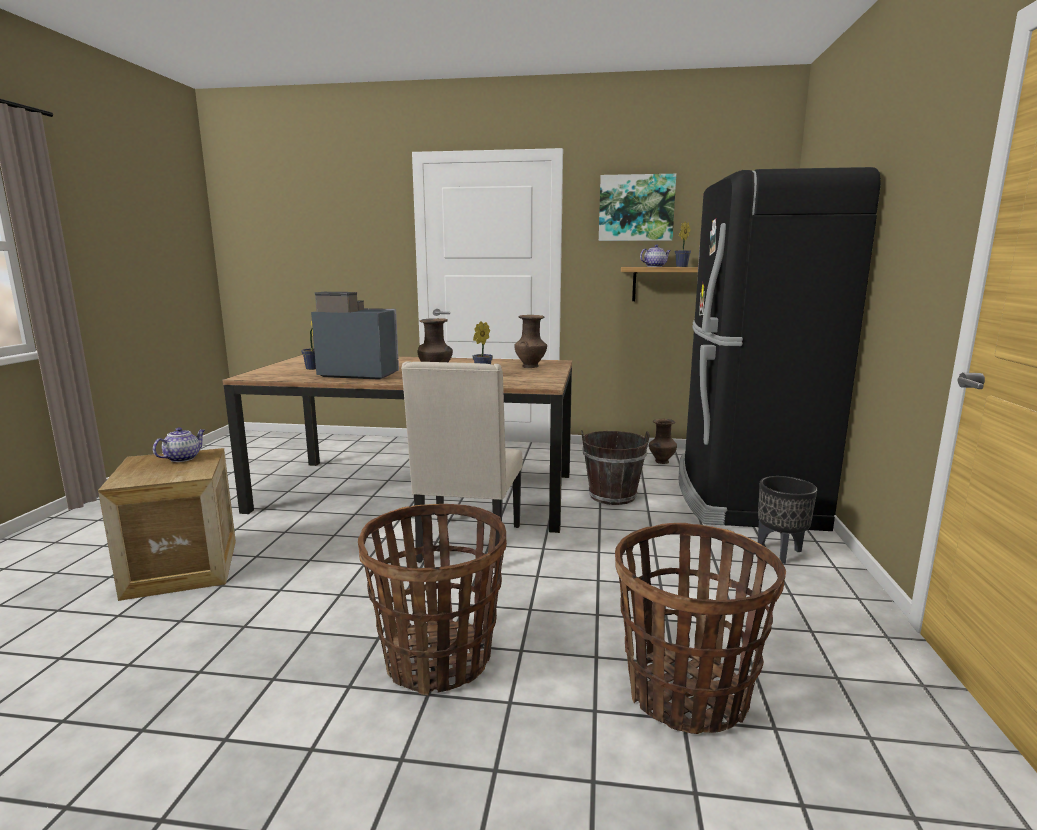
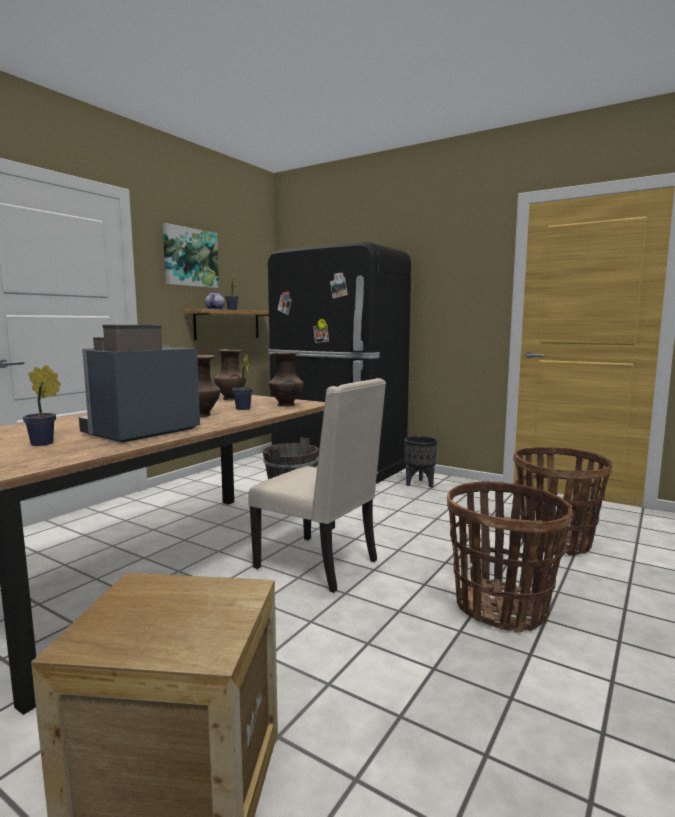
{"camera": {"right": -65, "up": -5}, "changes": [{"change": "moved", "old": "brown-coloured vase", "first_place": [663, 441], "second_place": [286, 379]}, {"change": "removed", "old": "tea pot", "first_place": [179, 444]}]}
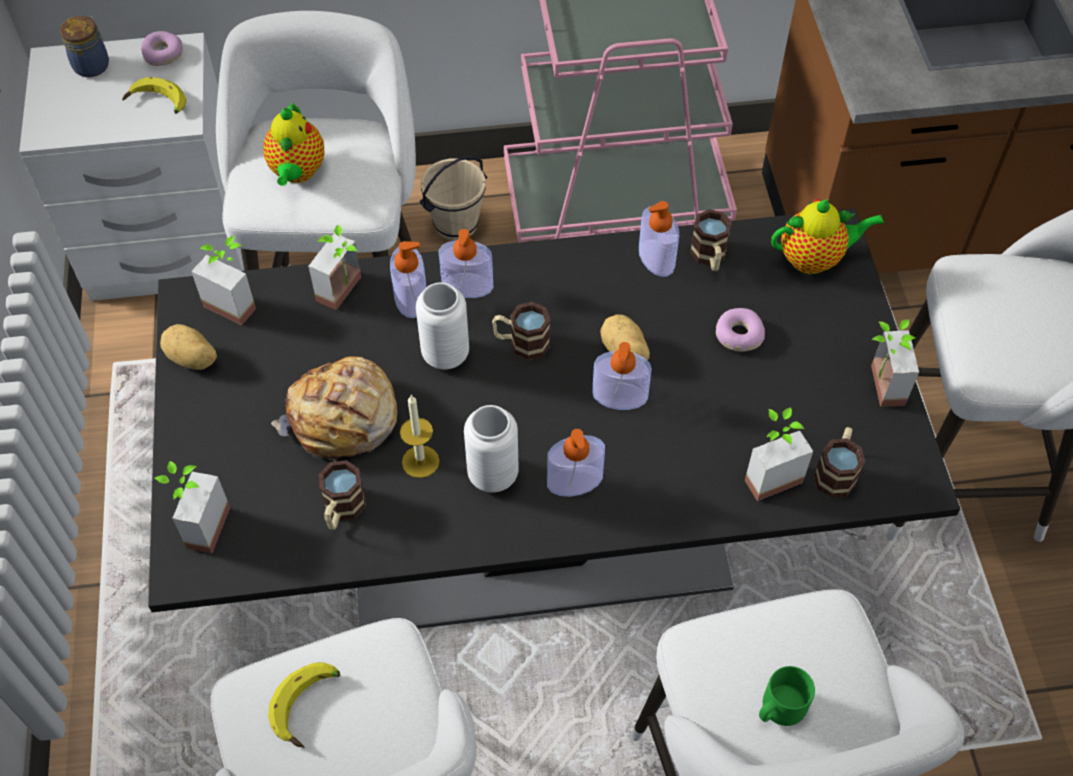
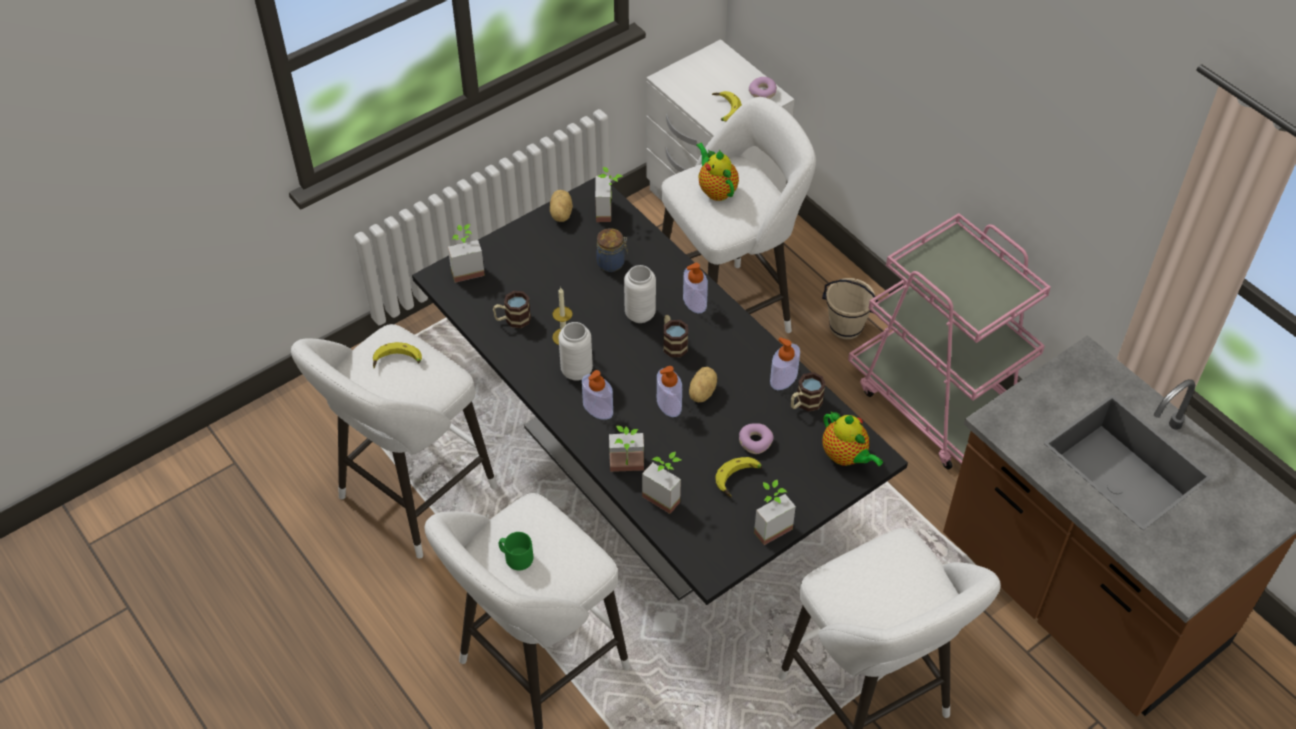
{"camera": {"right": 60, "up": -5}, "changes": [{"change": "moved", "old": "storage jar", "first_place": [84, 46], "second_place": [612, 250]}, {"change": "moved", "old": "plant in a pot", "first_place": [334, 267], "second_place": [626, 449]}, {"change": "turned", "old": "tea pot", "first_place": [294, 144], "second_place": [717, 171], "degrees": 90}, {"change": "added", "new": "whole banana", "second_place": [738, 477]}, {"change": "removed", "old": "bread", "first_place": [334, 409]}, {"change": "removed", "old": "soap bottle", "first_place": [408, 279]}, {"change": "removed", "old": "tea mug", "first_place": [839, 462]}]}
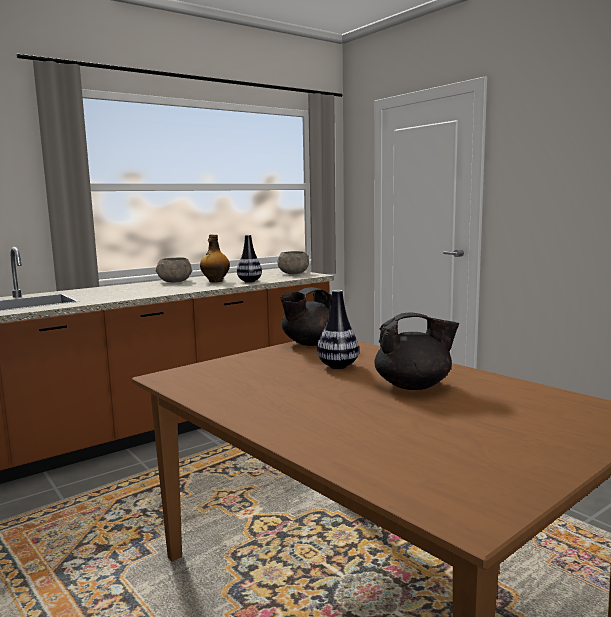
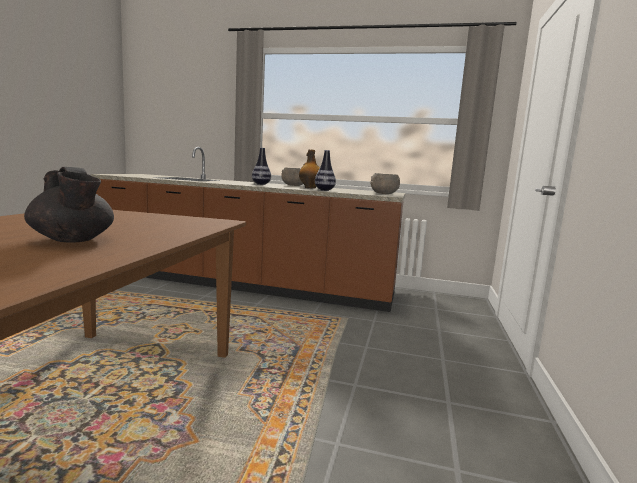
{"camera": {"right": 50, "up": 0}, "changes": [{"change": "moved", "old": "vase", "first_place": [338, 329], "second_place": [261, 166]}, {"change": "removed", "old": "black tea pot", "first_place": [306, 316]}]}
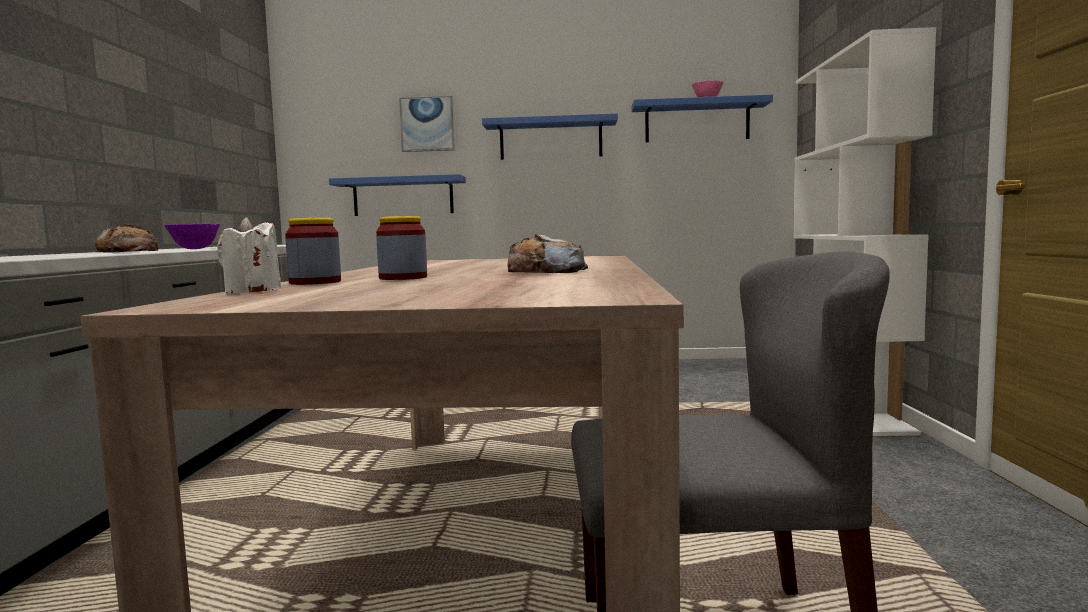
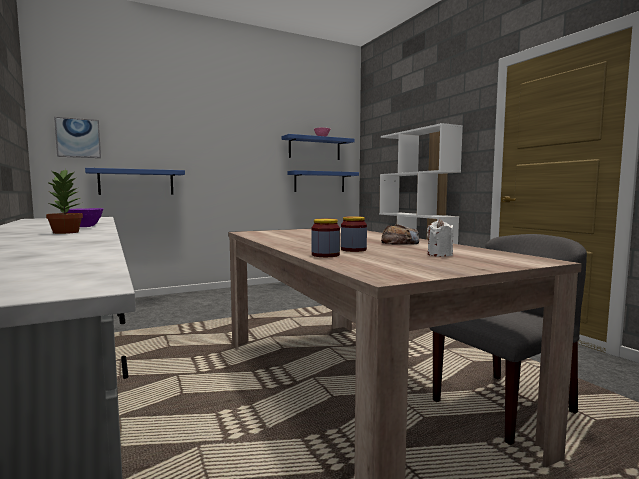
{"camera": {"right": -30, "up": 0}, "changes": [{"change": "replaced", "old": "bread", "new": "plant in a pot", "first_place": [125, 238], "second_place": [64, 201]}, {"change": "moved", "old": "wall picture", "first_place": [427, 124], "second_place": [77, 137]}, {"change": "moved", "old": "bluish wall shelf", "first_place": [550, 136], "second_place": [323, 181]}, {"change": "moved", "old": "whitish candle", "first_place": [249, 255], "second_place": [440, 237]}]}
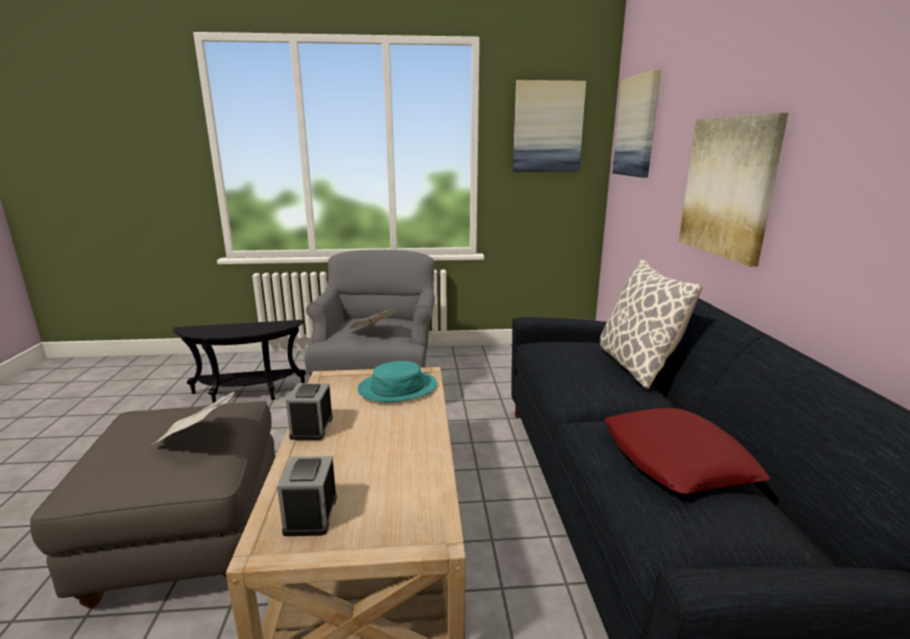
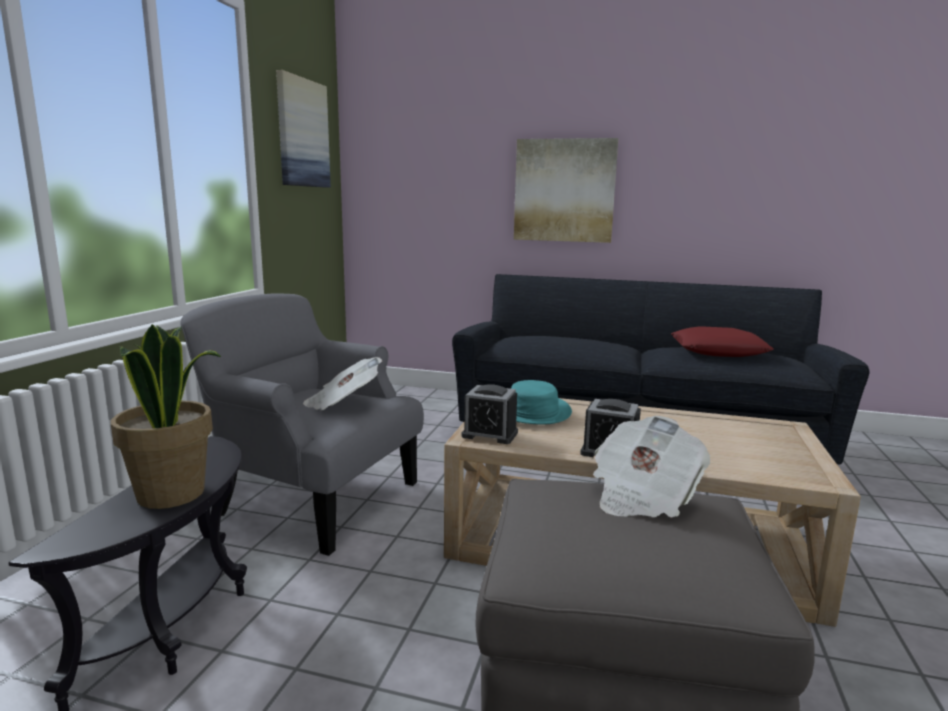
{"camera": {"right": -70, "up": -5}, "changes": [{"change": "added", "new": "plant in a pot", "second_place": [166, 416]}, {"change": "moved", "old": "table clock", "first_place": [307, 496], "second_place": [490, 414]}, {"change": "removed", "old": "cushion", "first_place": [651, 324]}, {"change": "removed", "old": "wall picture", "first_place": [636, 124]}]}
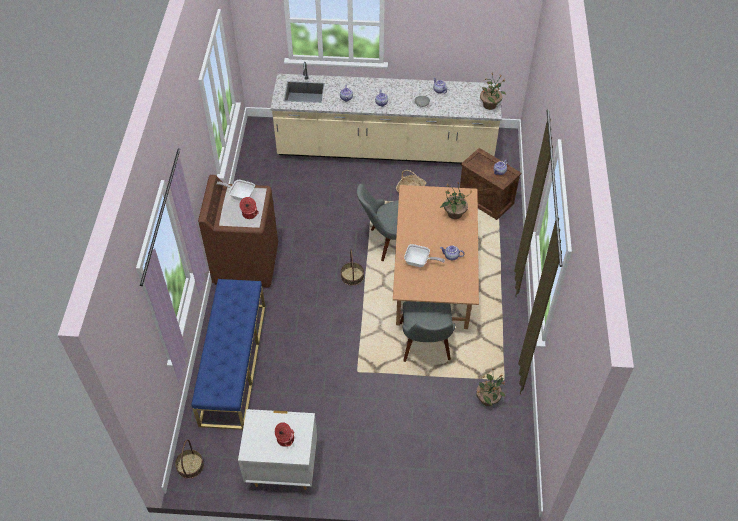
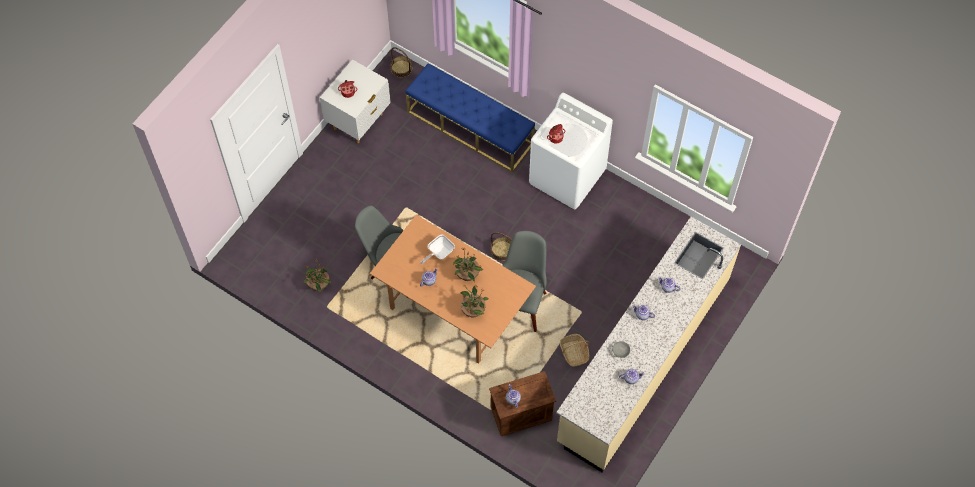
{"camera": {"right": 120, "up": 10}, "changes": [{"change": "moved", "old": "plant in a pot", "first_place": [493, 91], "second_place": [468, 265]}, {"change": "recoloured", "old": "brown-coloured laundry machine", "new": "whitish laundry machine", "first_place": [238, 231], "second_place": [571, 151]}, {"change": "removed", "old": "frying pan", "first_place": [235, 190]}]}
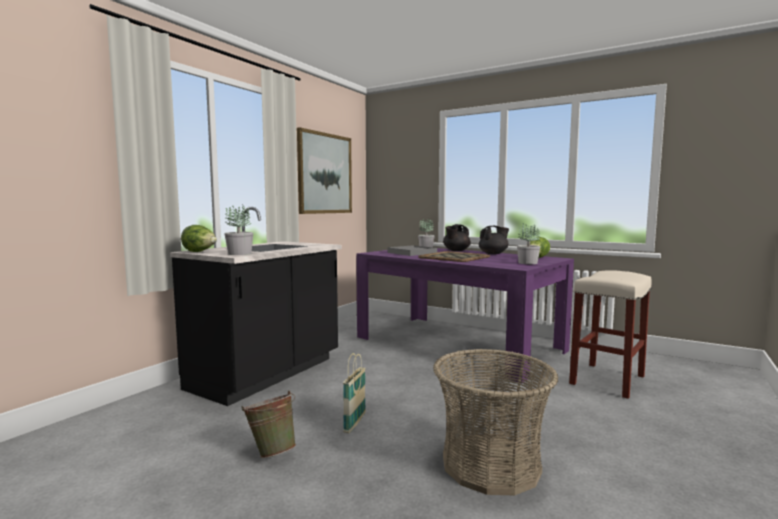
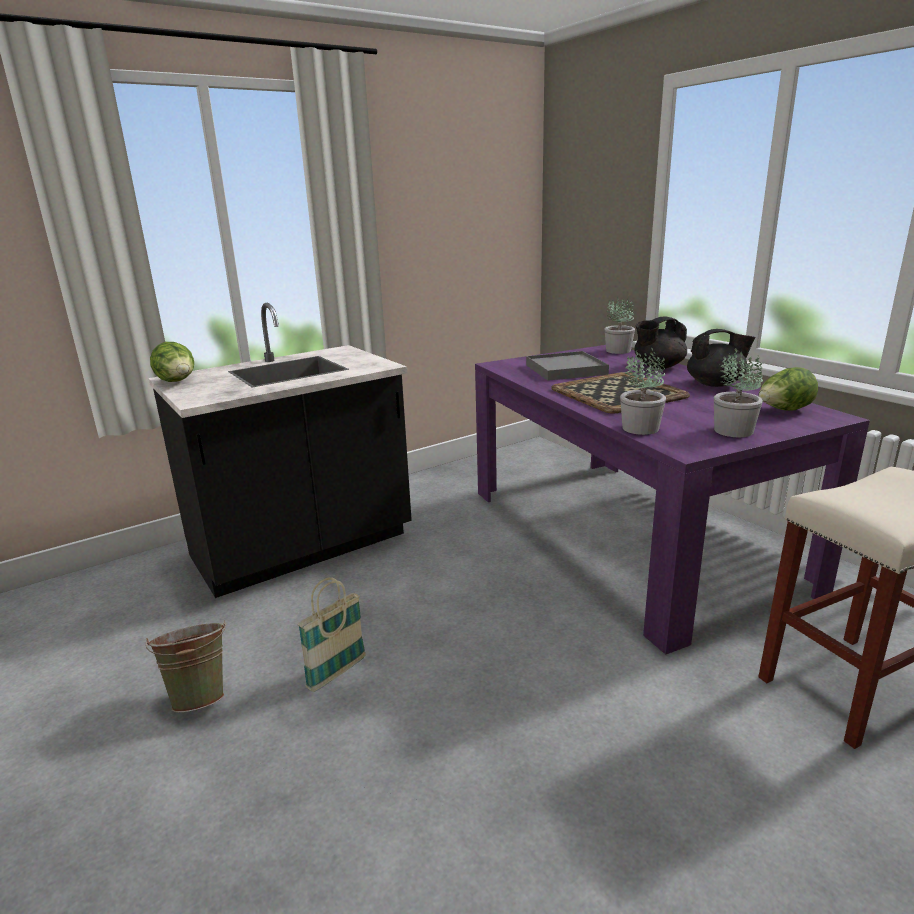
{"camera": {"right": 25, "up": 15}, "changes": [{"change": "moved", "old": "plant in a pot", "first_place": [239, 229], "second_place": [643, 391]}, {"change": "removed", "old": "wall picture", "first_place": [324, 170]}, {"change": "removed", "old": "household basket", "first_place": [496, 422]}]}
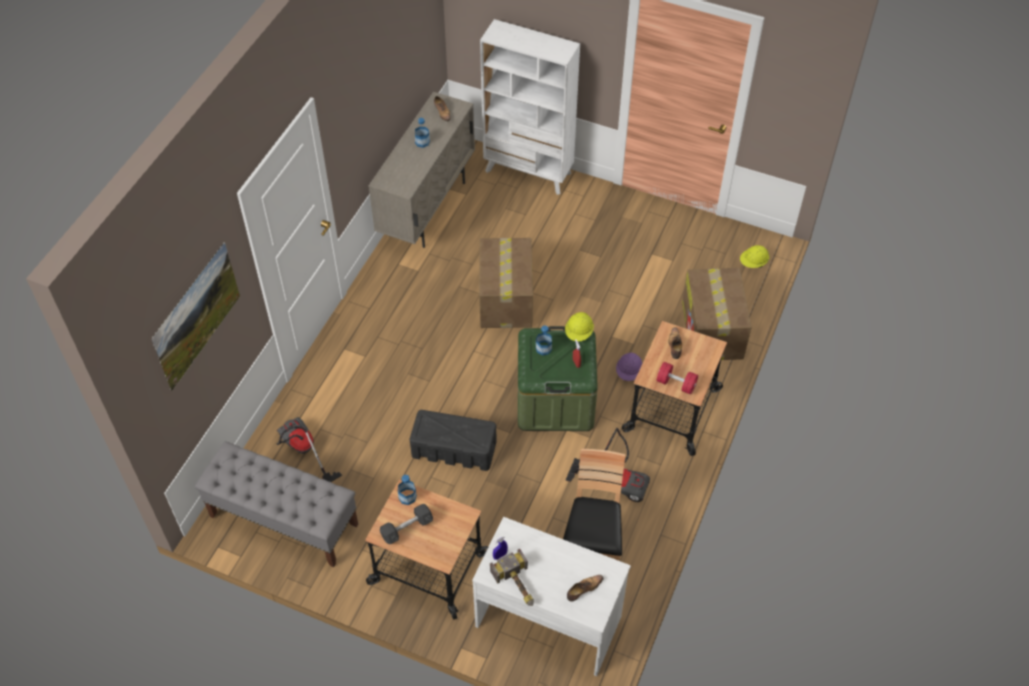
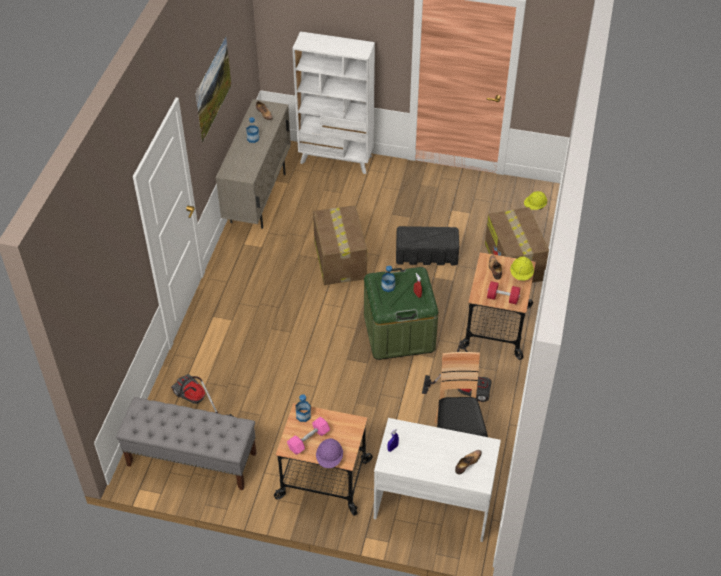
{"camera": {"right": -10, "up": -5}, "changes": [{"change": "moved", "old": "wall picture", "first_place": [195, 316], "second_place": [213, 89]}, {"change": "recoloured", "old": "gray free weight", "new": "pink-coloured free weight", "first_place": [406, 524], "second_place": [308, 436]}, {"change": "moved", "old": "purple-coloured safety helmet", "first_place": [629, 367], "second_place": [329, 453]}, {"change": "moved", "old": "black storage box", "first_place": [453, 440], "second_place": [427, 246]}, {"change": "moved", "old": "yellow-coloured safety helmet", "first_place": [579, 327], "second_place": [522, 269]}, {"change": "removed", "old": "tool hammer", "first_place": [512, 577]}]}
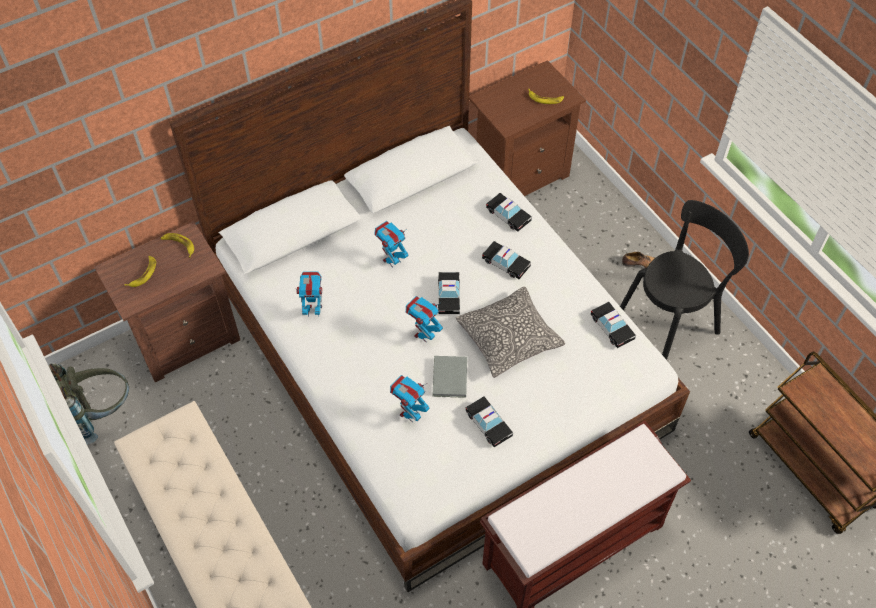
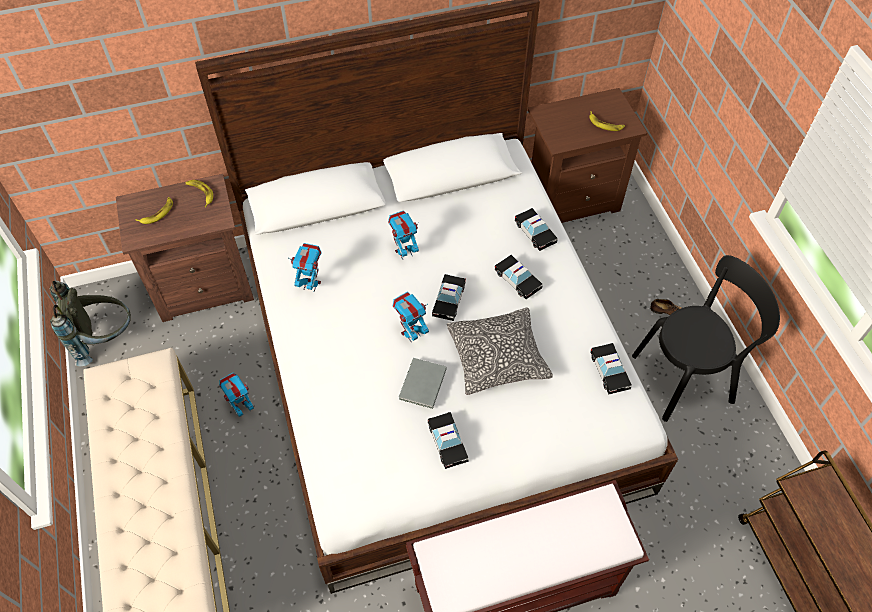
{"camera": {"right": 15, "up": 0}, "changes": [{"change": "moved", "old": "robot figure", "first_place": [410, 398], "second_place": [236, 395]}]}
